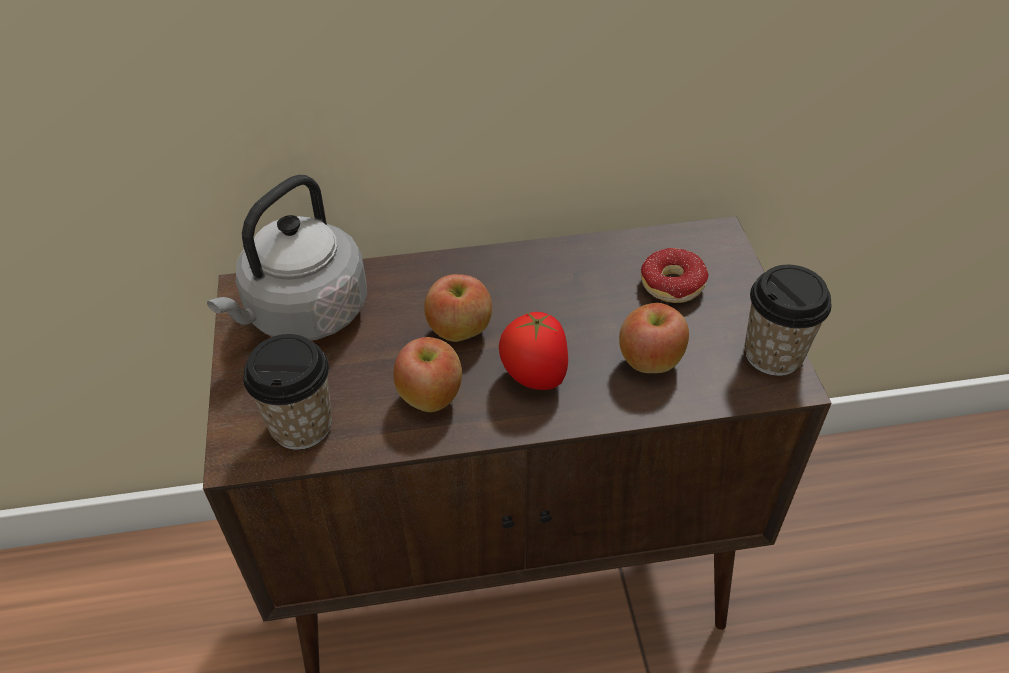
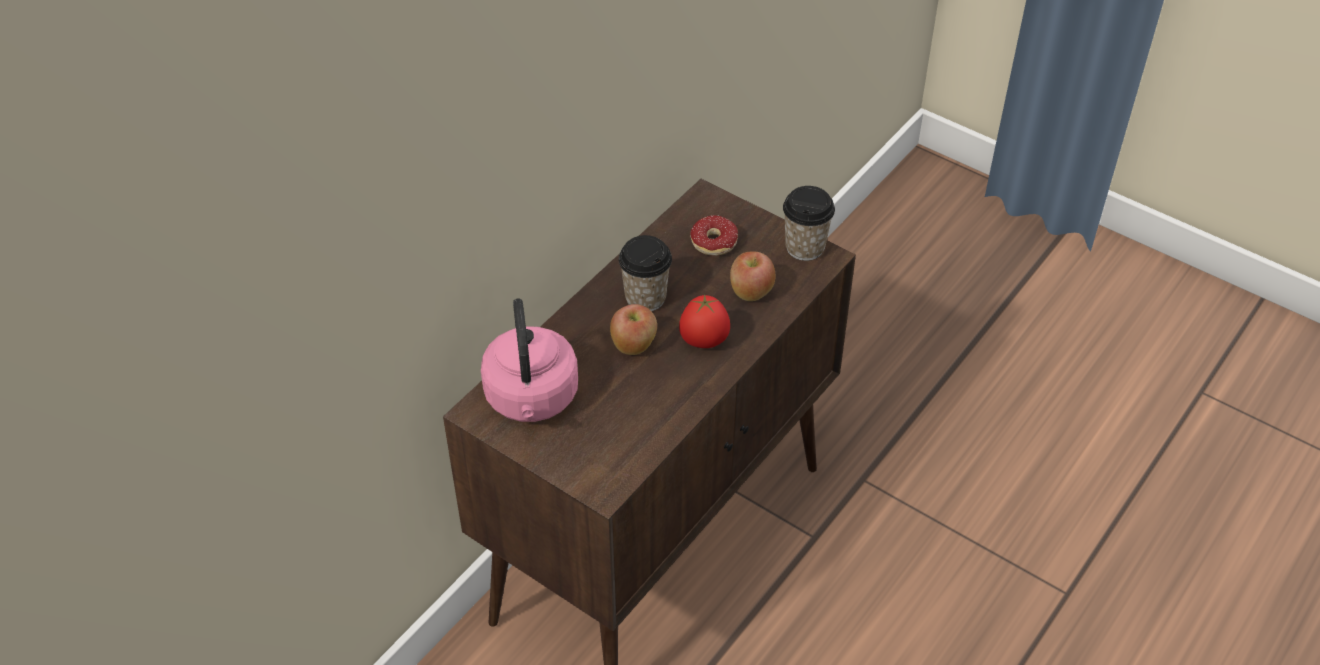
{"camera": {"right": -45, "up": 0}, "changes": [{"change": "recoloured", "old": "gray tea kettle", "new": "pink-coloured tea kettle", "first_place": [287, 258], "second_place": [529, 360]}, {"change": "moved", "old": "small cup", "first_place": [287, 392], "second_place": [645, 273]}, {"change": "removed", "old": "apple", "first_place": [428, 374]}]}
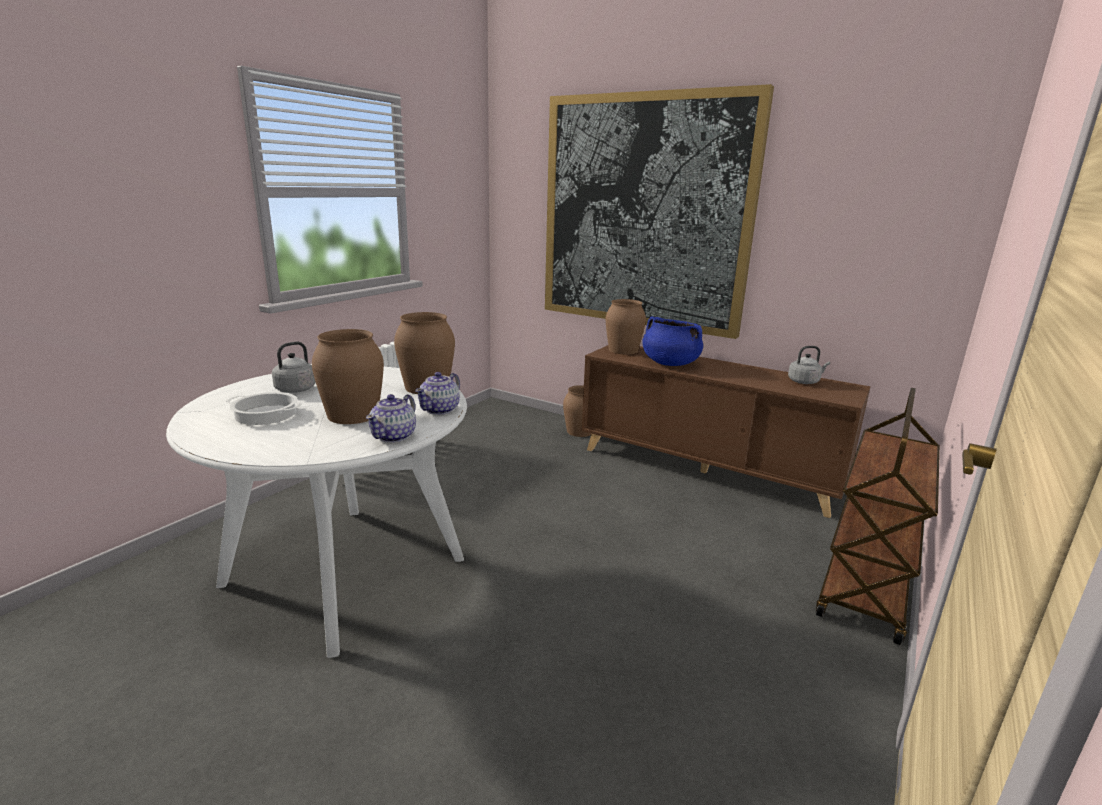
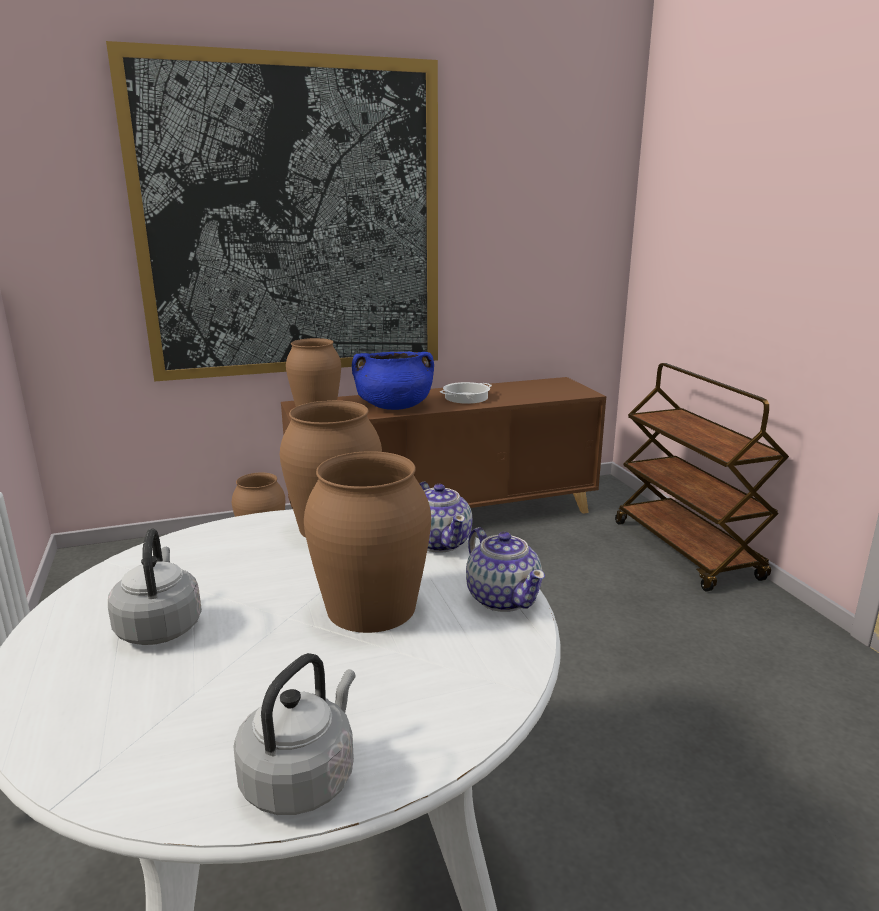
{"camera": {"right": -50, "up": 0}, "changes": [{"change": "moved", "old": "gray tea kettle", "first_place": [809, 365], "second_place": [294, 734]}, {"change": "moved", "old": "saucepot", "first_place": [264, 408], "second_place": [465, 393]}]}
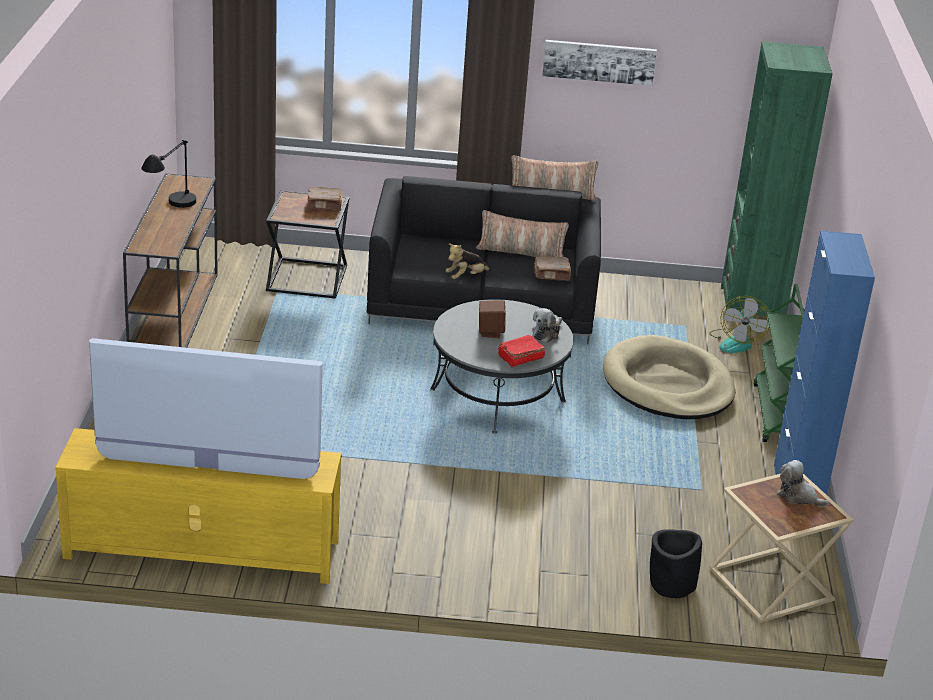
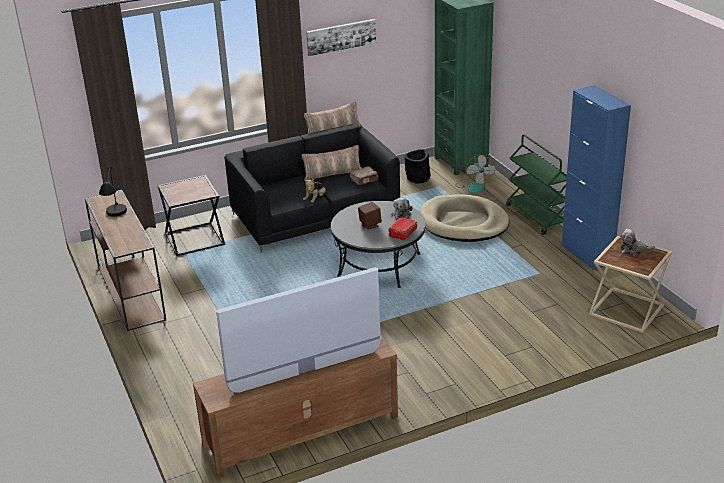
{"camera": {"right": -25, "up": 0}, "changes": [{"change": "recoloured", "old": "yellow-coloured tv stand", "new": "brown-coloured tv stand", "first_place": [198, 506], "second_place": [295, 406]}, {"change": "moved", "old": "black flower pot", "first_place": [676, 563], "second_place": [417, 166]}, {"change": "removed", "old": "brown-coloured bound book", "first_place": [324, 199]}]}
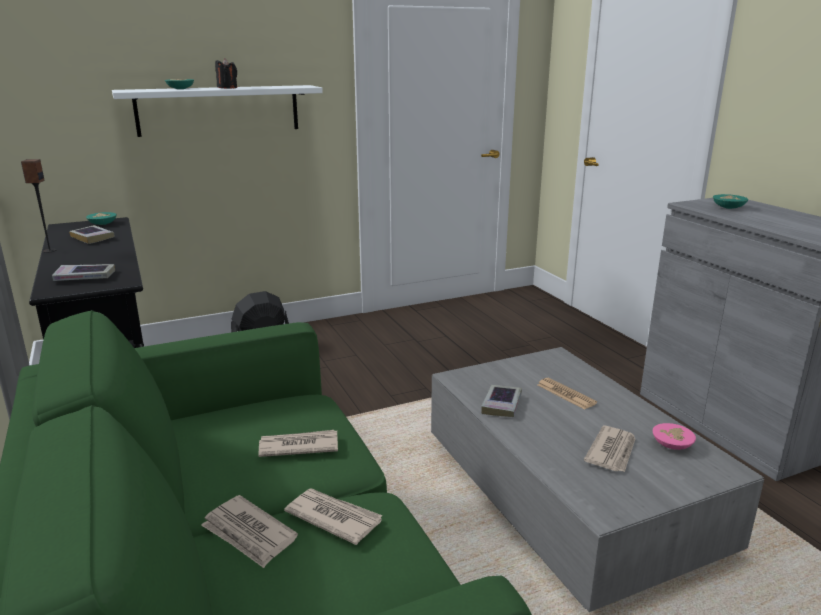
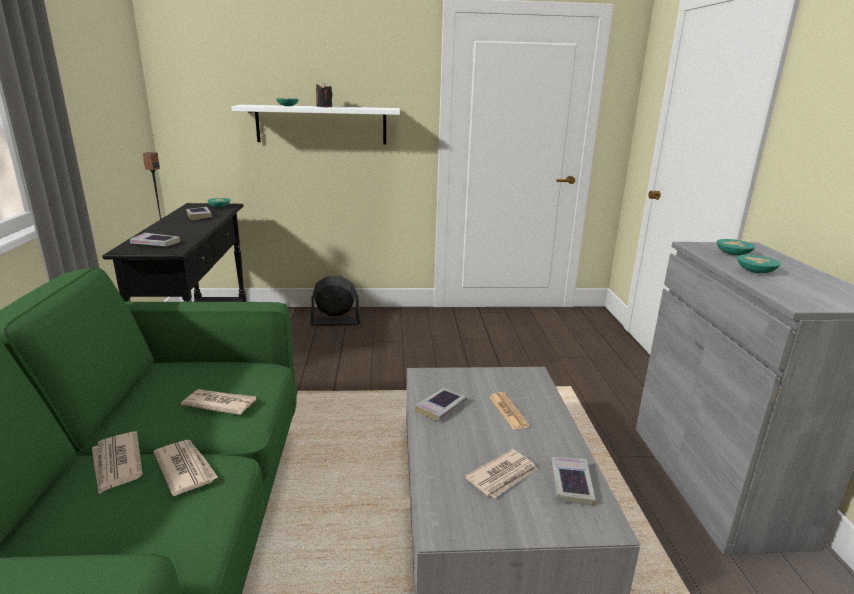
{"camera": {"right": 20, "up": 0}, "changes": [{"change": "replaced", "old": "pink-coloured bowl", "new": "bound book", "first_place": [674, 436], "second_place": [573, 482]}, {"change": "added", "new": "turquoise bowl", "second_place": [759, 264]}]}
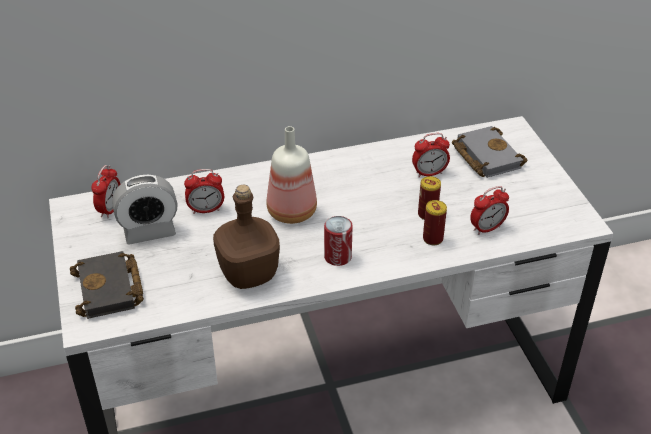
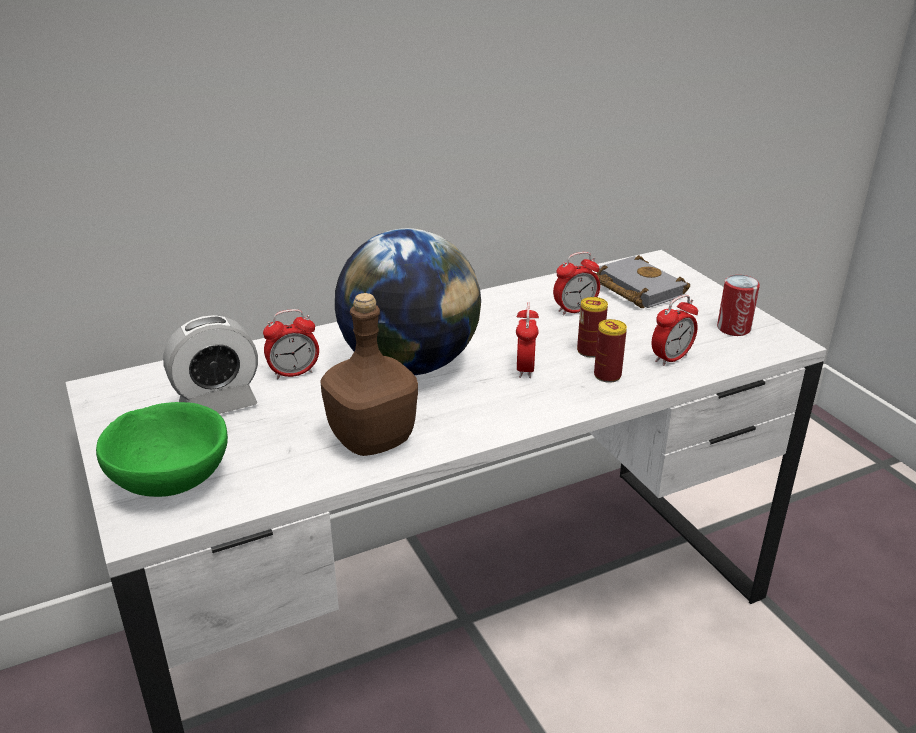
{"camera": {"right": -10, "up": -10}, "changes": [{"change": "replaced", "old": "black bound book", "new": "green-coloured bowl", "first_place": [107, 285], "second_place": [162, 449]}, {"change": "replaced", "old": "drink bottle", "new": "world globe", "first_place": [292, 175], "second_place": [408, 301]}, {"change": "moved", "old": "table clock", "first_place": [106, 191], "second_place": [527, 340]}, {"change": "moved", "old": "can", "first_place": [338, 241], "second_place": [738, 305]}]}
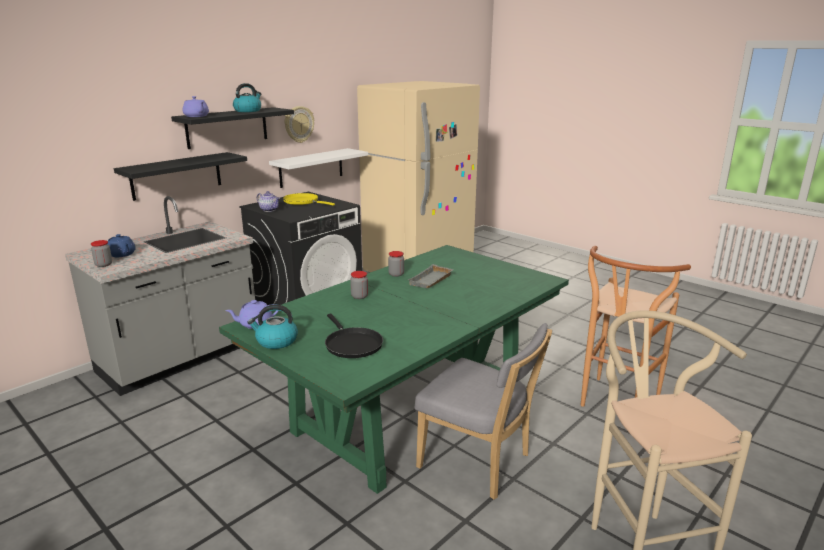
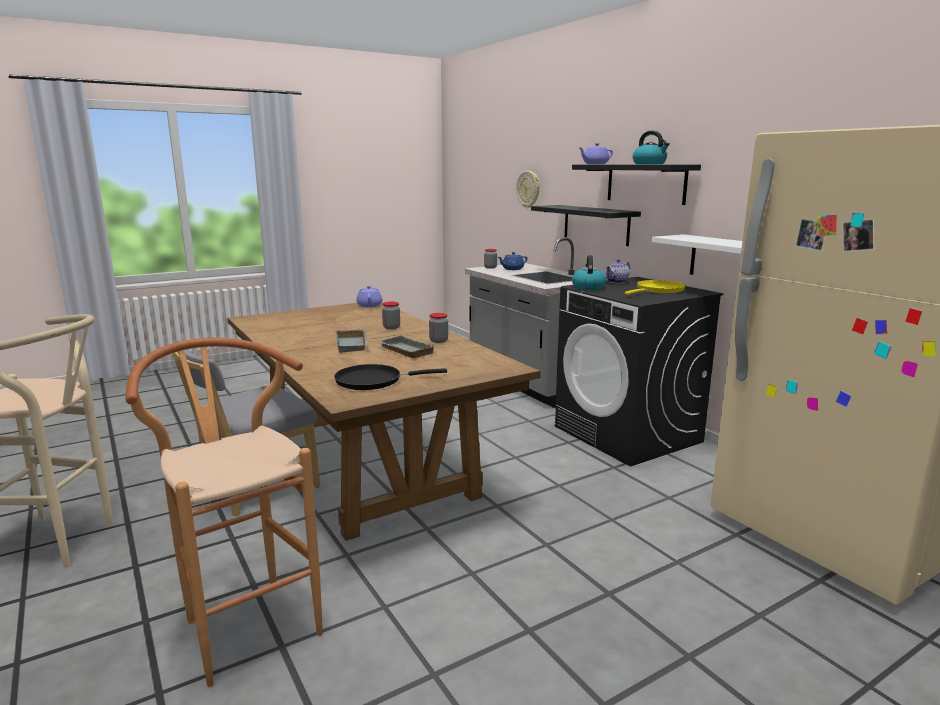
{"camera": {"right": 105, "up": -5}, "changes": [{"change": "recoloured", "old": "green-coloured kitchen table", "new": "brown-coloured kitchen table", "first_place": [394, 369], "second_place": [384, 422]}, {"change": "moved", "old": "black frying pan", "first_place": [354, 336], "second_place": [390, 377]}, {"change": "added", "new": "gray tray", "second_place": [351, 341]}, {"change": "moved", "old": "wall clock", "first_place": [299, 124], "second_place": [528, 189]}, {"change": "moved", "old": "tea kettle", "first_place": [272, 327], "second_place": [589, 272]}]}
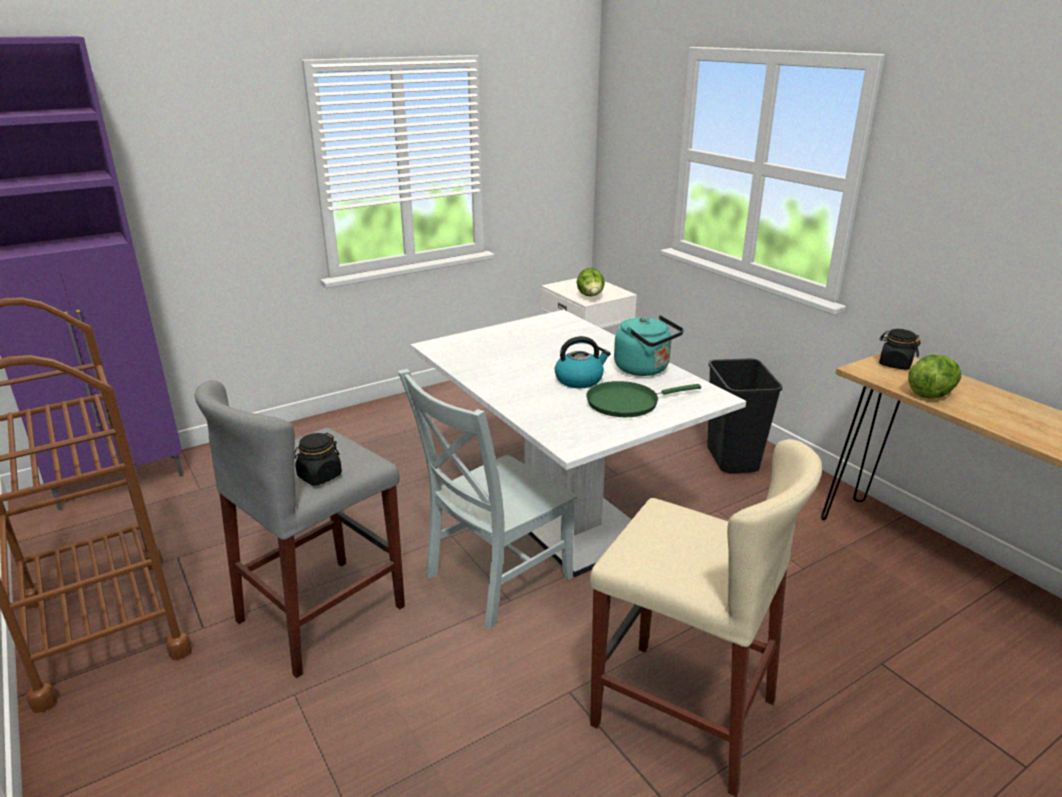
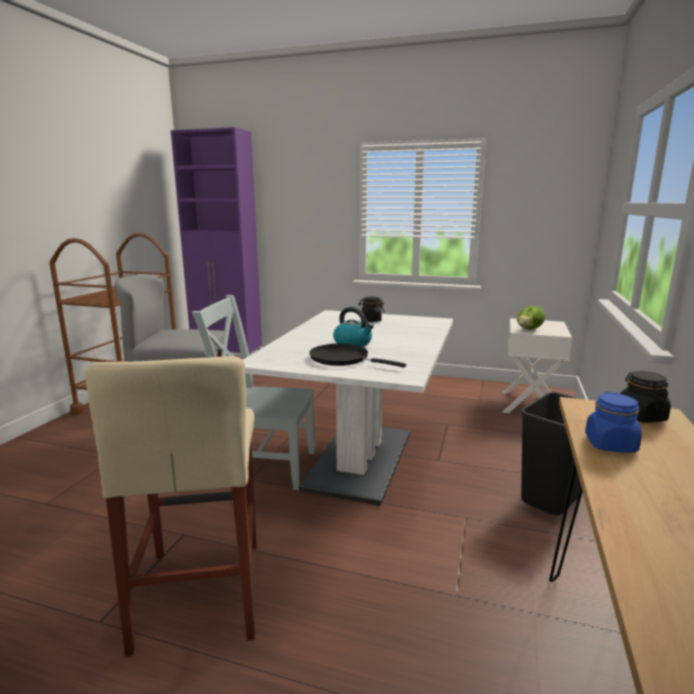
{"camera": {"right": 50, "up": -10}, "changes": [{"change": "recoloured", "old": "green-coloured frying pan", "new": "black frying pan", "first_place": [643, 399], "second_place": [357, 356]}, {"change": "moved", "old": "black storage jar", "first_place": [318, 459], "second_place": [371, 309]}, {"change": "replaced", "old": "head of lettuce", "new": "bluish storage jar", "first_place": [934, 376], "second_place": [613, 422]}, {"change": "removed", "old": "turquoise tea kettle", "first_place": [649, 345]}]}
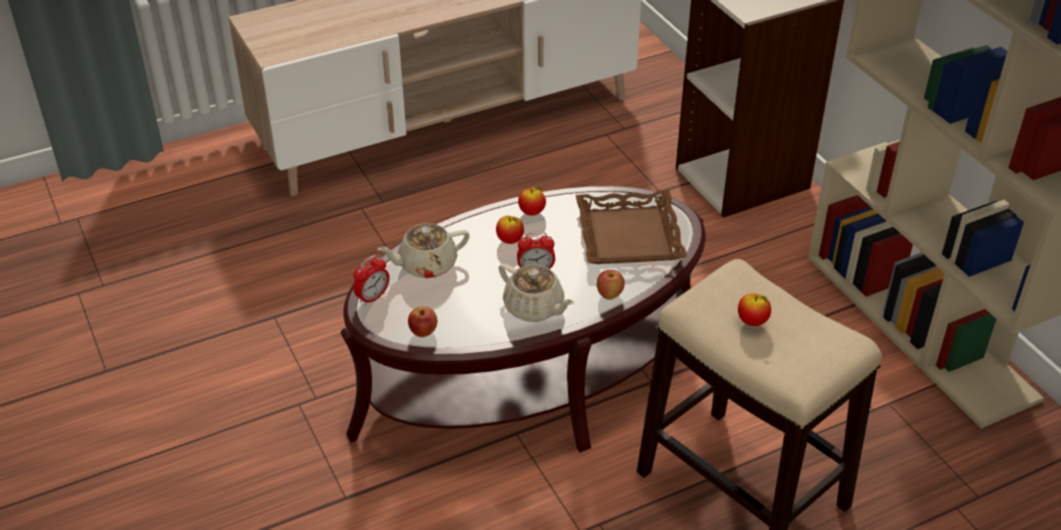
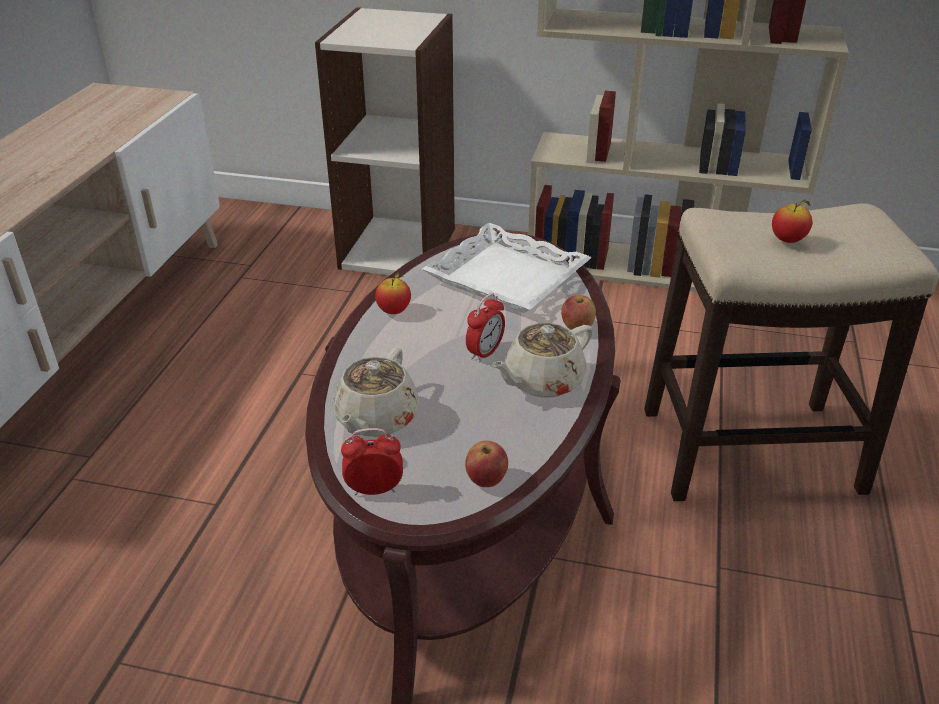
{"camera": {"right": -50, "up": -5}, "changes": [{"change": "turned", "old": "table clock", "first_place": [371, 280], "second_place": [372, 462], "degrees": -90}, {"change": "recoloured", "old": "brown-coloured tray", "new": "whitish tray", "first_place": [631, 227], "second_place": [507, 268]}, {"change": "turned", "old": "beige-coloured tea pot", "first_place": [536, 292], "second_place": [542, 360], "degrees": 150}, {"change": "removed", "old": "apple", "first_place": [510, 229]}]}
